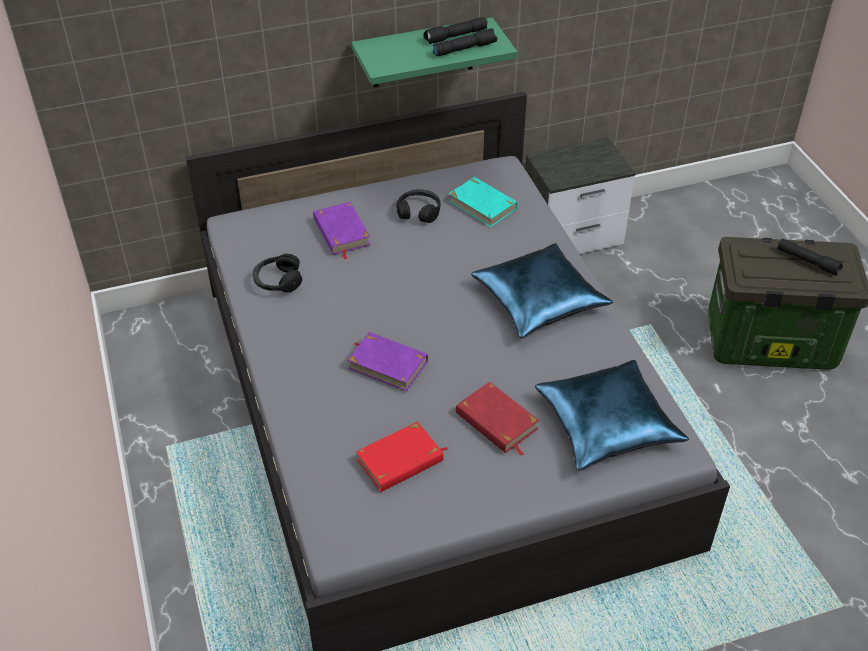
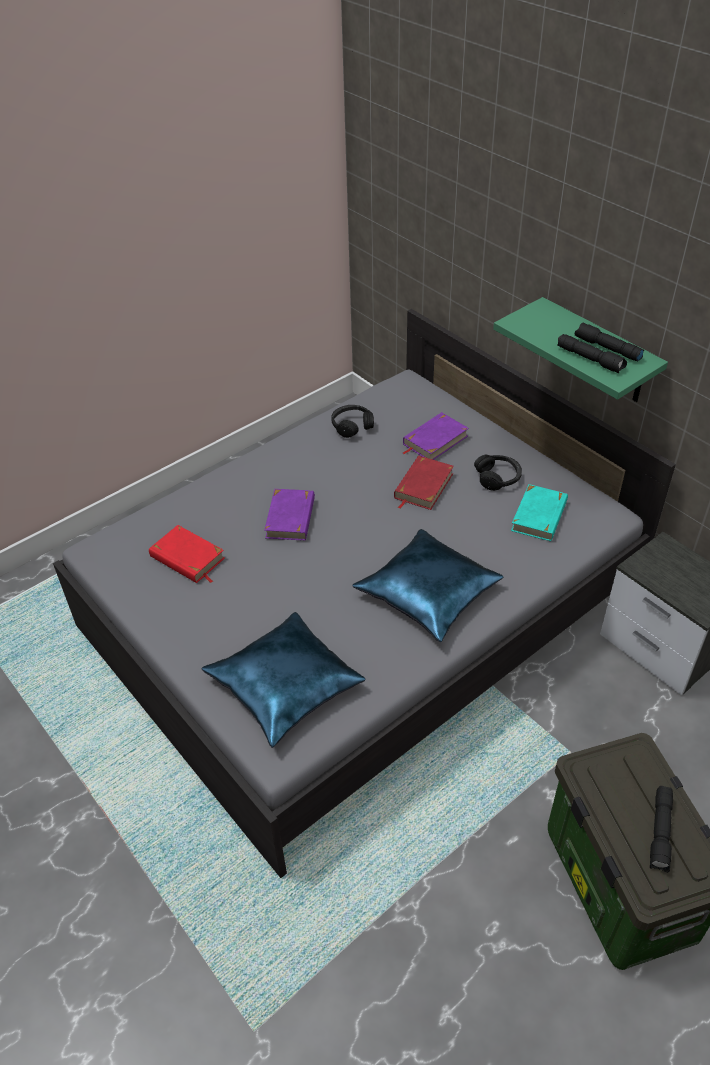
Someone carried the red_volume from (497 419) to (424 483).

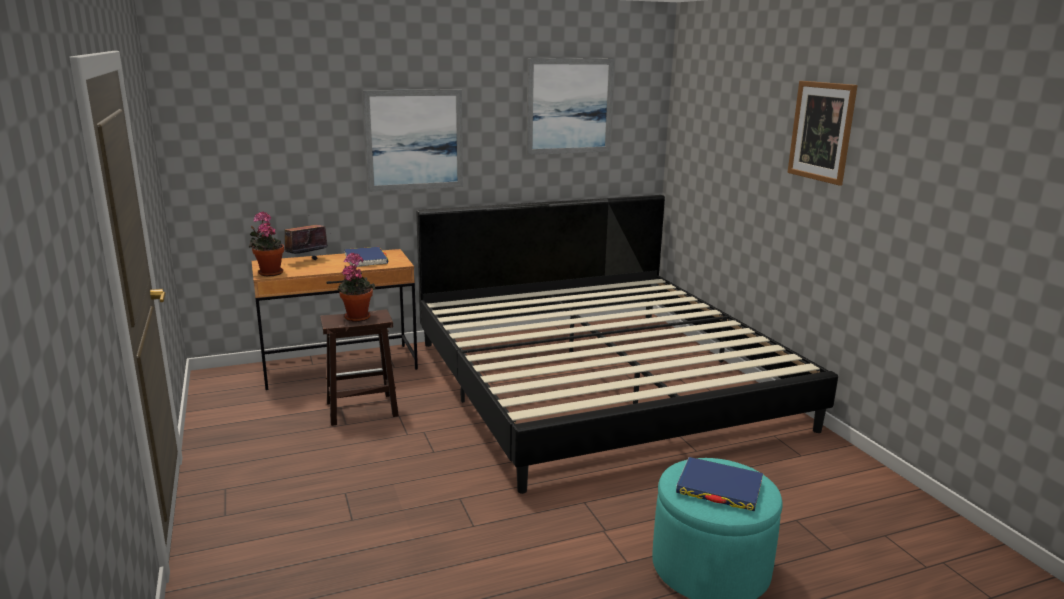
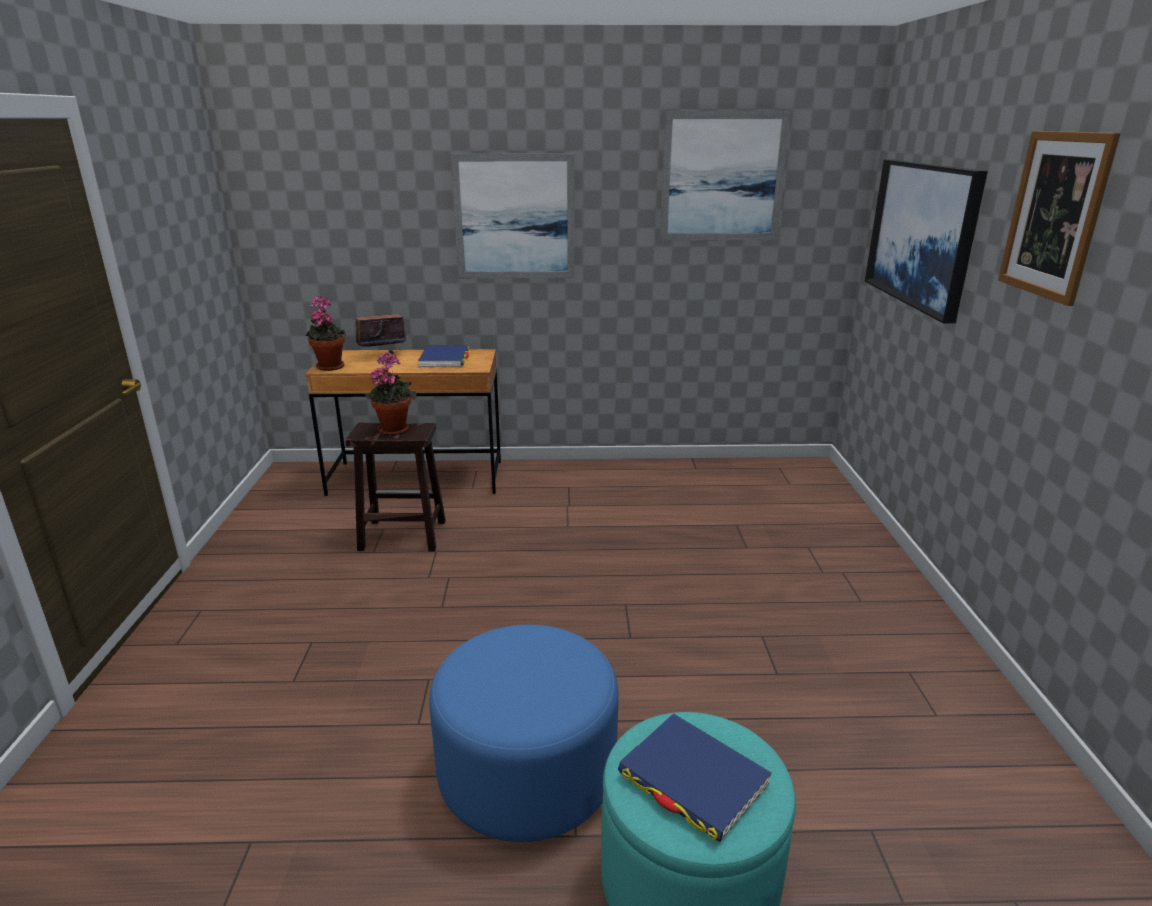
Someone took away the bed at (627 344).
Someone put up the wall_picture at (926 241).
Someone put down the bluish_footrest at (524 733).

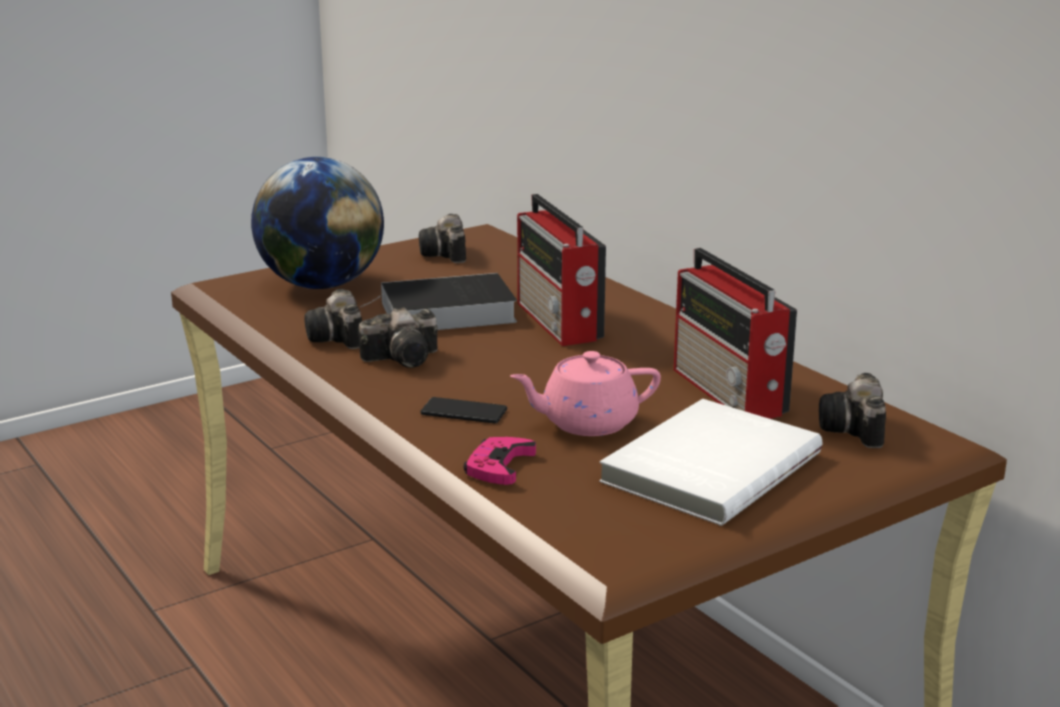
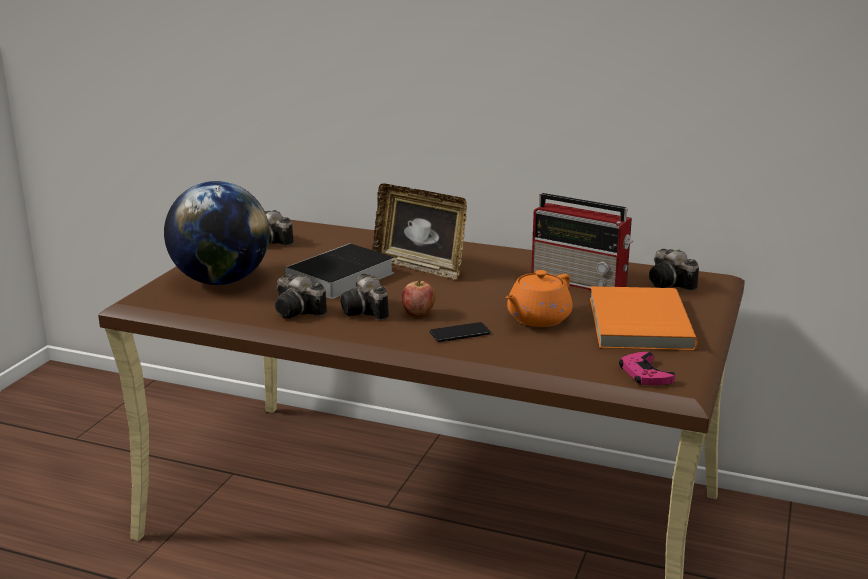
Someone swapped the radio at (561 270) for the standing_frame at (419 231).
Someone rotated the photo_camera at (398 338) by 120 degrees clockwise.
Someone repainted the pinkish_teapot at (585 393), which became the orange-coloured_teapot at (539 298).
Someone repainted the white-coloured_volume at (710 462), which became the orange-coloured_volume at (644 318).
Someone carried the pinkish_joypad from (500 461) to (647 368).
Someone put down the apple at (419 298).

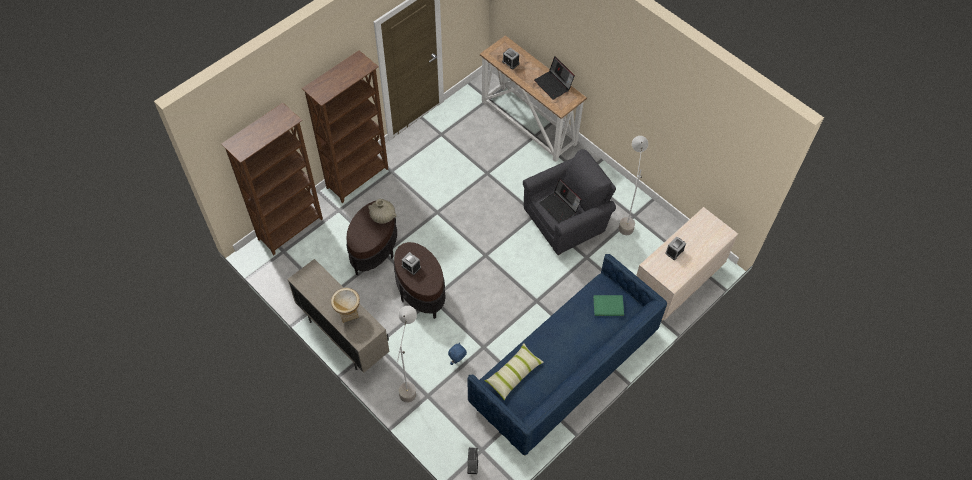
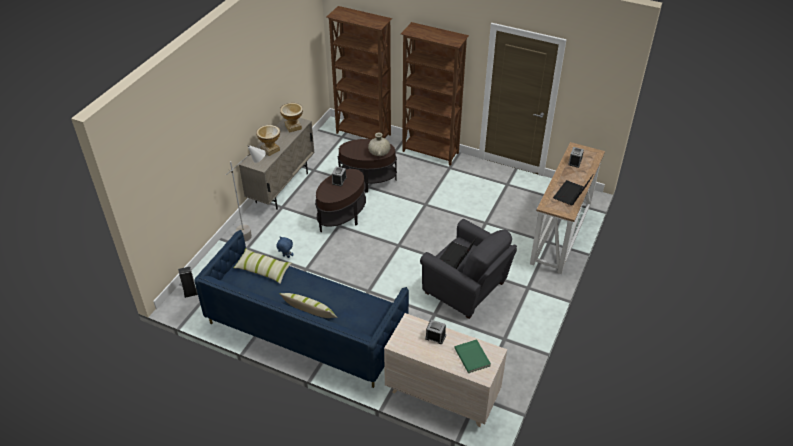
Someone took away the grey_standing_lamp at (633 185).
Someone carried the greenish_volume from (608 305) to (472 356).
Someone put down the decorative_vase at (291 118).
Someone put down the pillow at (308 305).

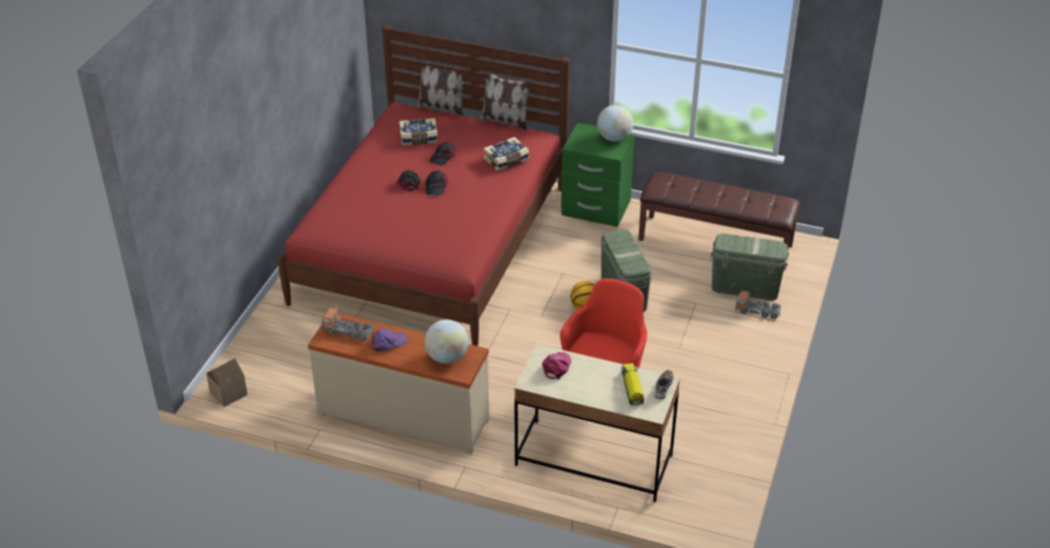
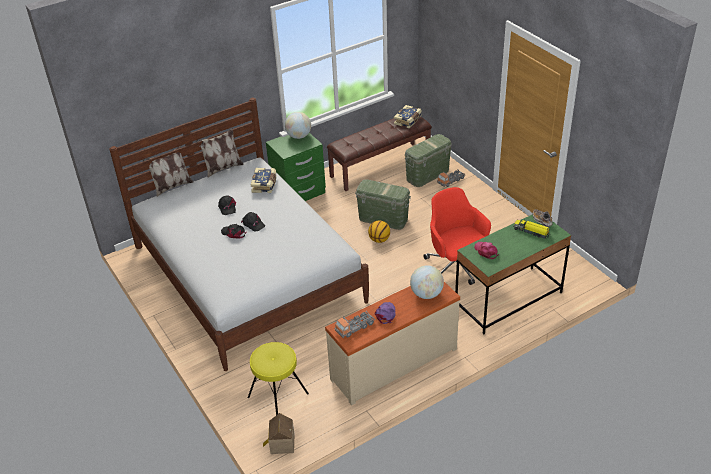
Someone repainted the red_bed at (423 185), which became the white-coloured_bed at (239 234).
Someone carried the volume from (418 131) to (408 116).
Someone repainted the beige-coloured_desk_table at (597 423), which became the greenish_desk_table at (513 275).
Someone put down the yellow_stool at (278 378).

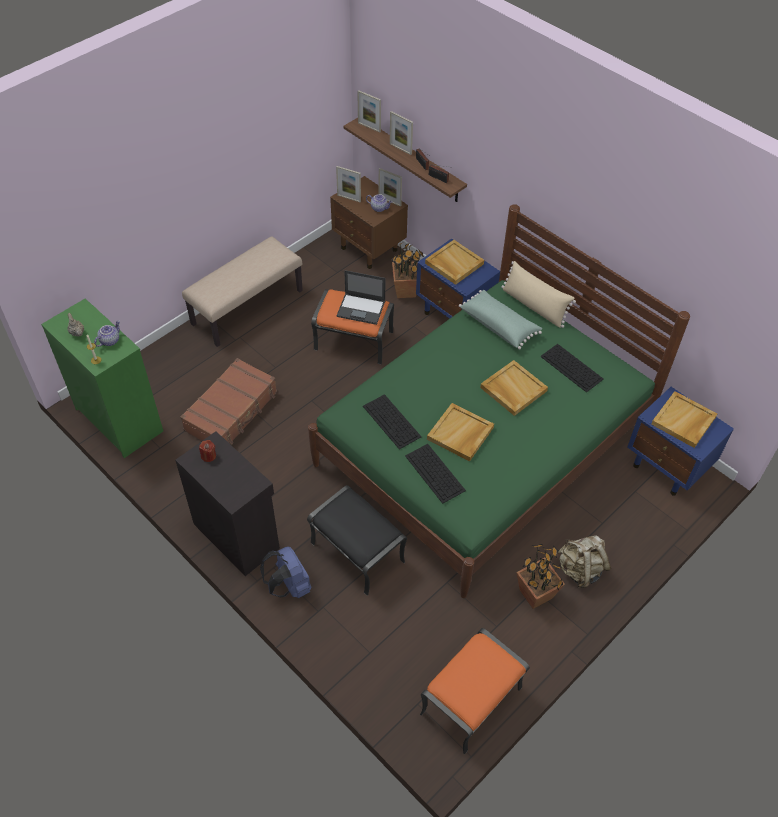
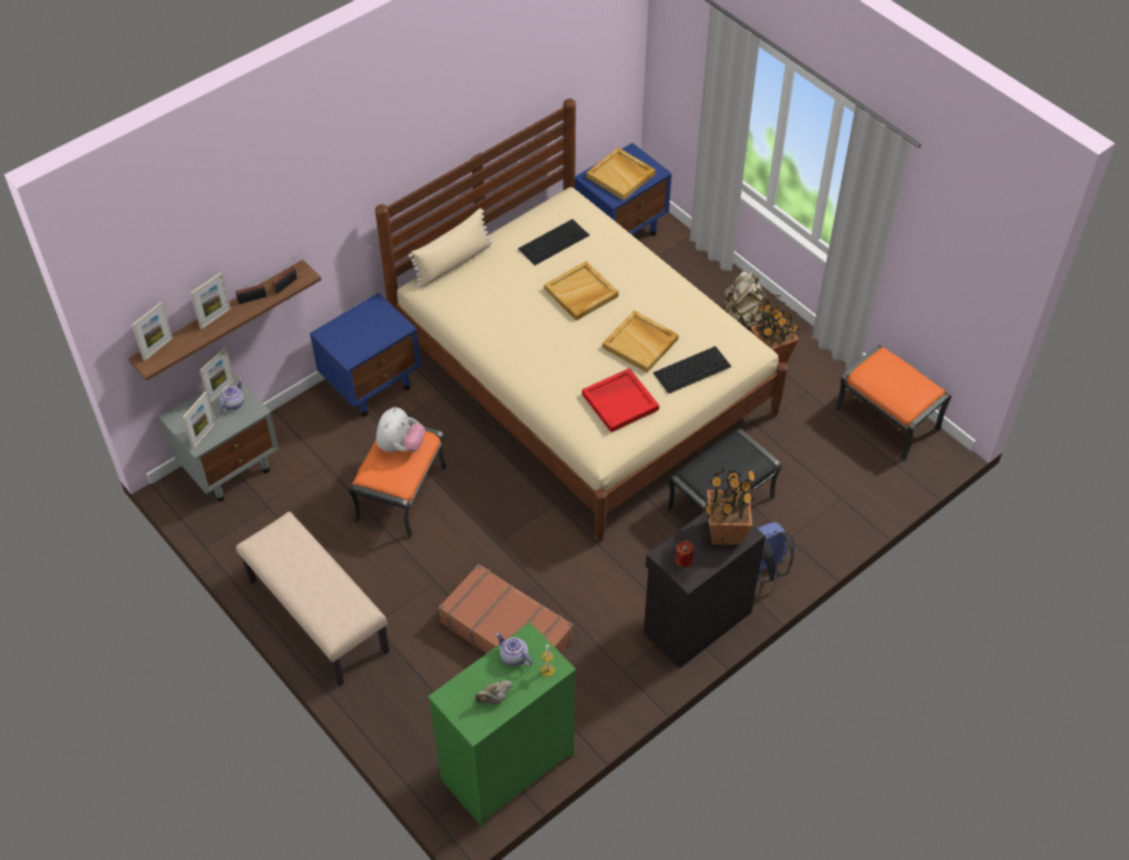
Someone repainted the brownish_night_table at (369 222), which became the grey_night_table at (219 437).
Someone repainted the greenish_bed at (499 401), which became the beige-coloured_bed at (581 320).
Someone took away the beige-coloured_serving_tray at (454 262).
Someone carried the potted_plant from (407 270) to (730 506).
Someone swapped the notebook_computer at (360 297) for the plush_toy at (400 429).
Someone took away the greenish_pillow at (500 320).
Someone swapped the computer_keyboard at (392 421) for the red_serving_tray at (620 400).

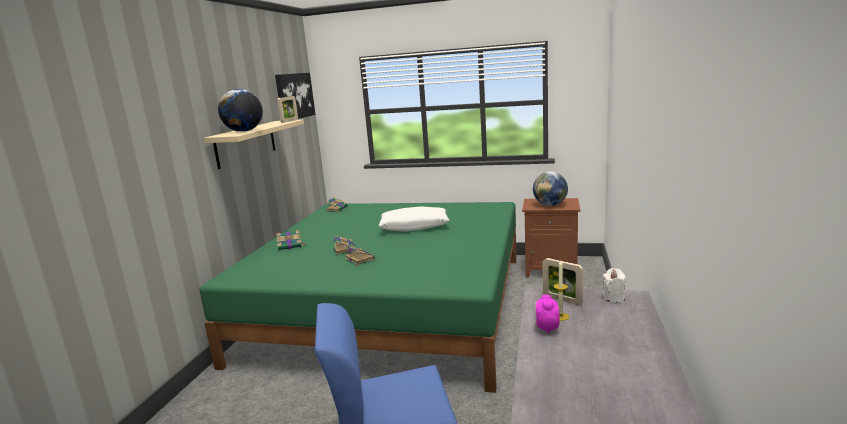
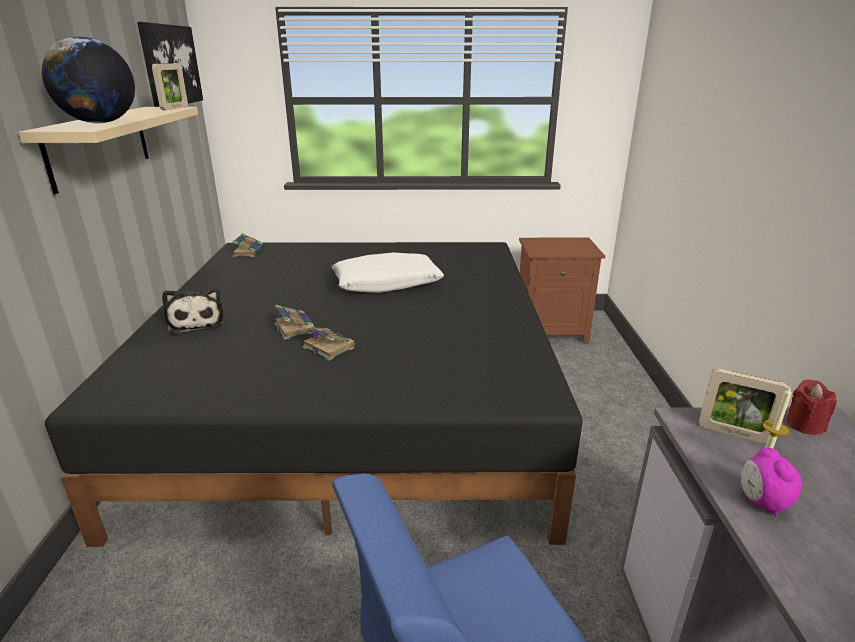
Someone took away the globe at (550 189).
Someone repainted the greenish_bed at (358 297), which became the black-coloured_bed at (313 394).
Someone swapped the volume at (290 240) for the plush_toy at (193 311).
Someone repainted the white-coloured_wax_light at (614 285), which became the red_wax_light at (811 407).

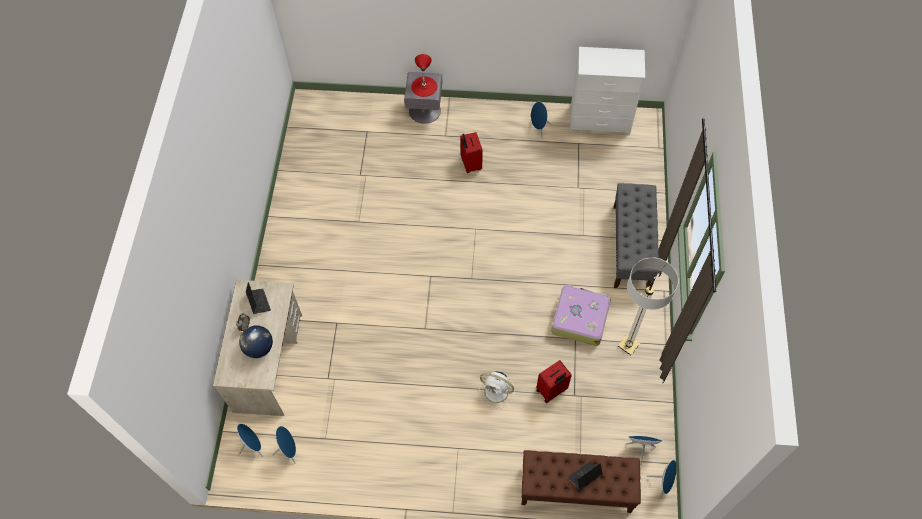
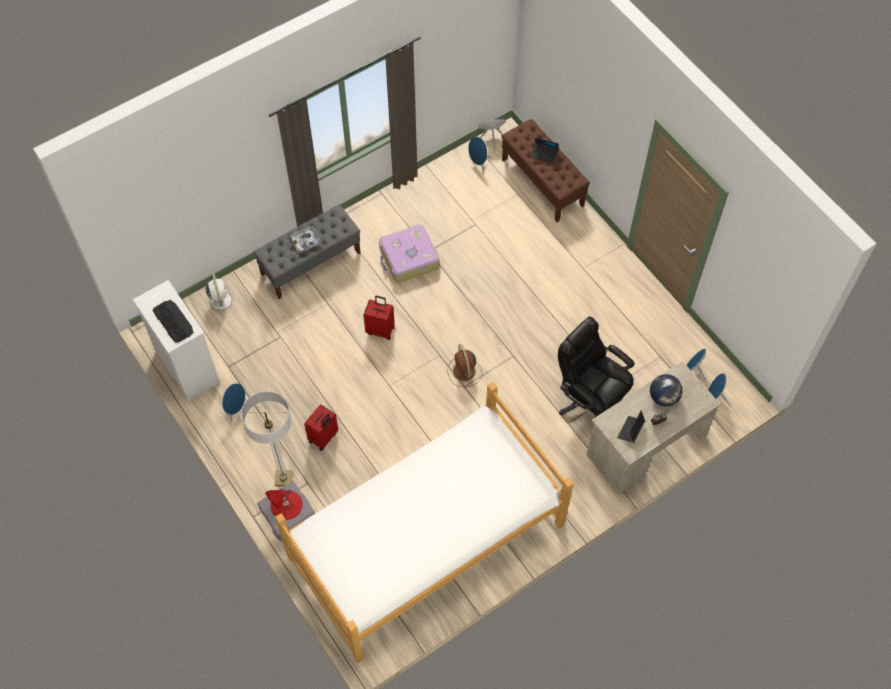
Someone carried the standing_lamp from (648 306) to (267 438).
Someone carried the red_travel_case from (554 381) to (379 318).
Someone carried the white-coloured_fan from (497 390) to (220 295).
Someone put down the serving_tray at (306 239).
Someone put down the computer_keyboard at (173 321).
Someone put down the black-coloured_computer_chair at (596 366).
Someone put down the brownish_fan at (465 365).
Someone put down the bed at (424 522).

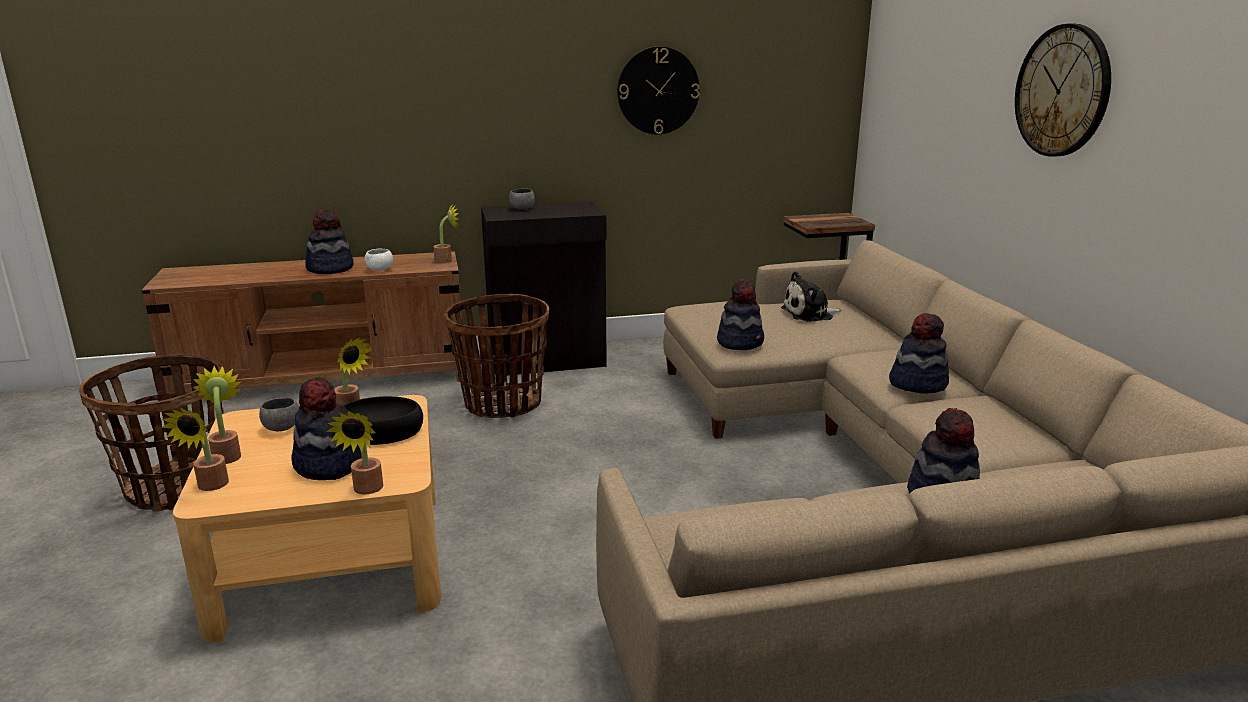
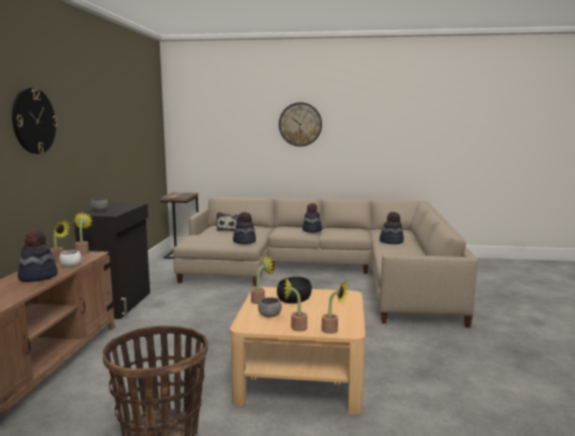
Someone carried the clock_on_the_wall from (658 90) to (35 121).
Someone took away the basket at (496 356).
Someone took away the wearable_hat at (326 428).
Someone carried the potted_plant from (354 452) to (60 241).

